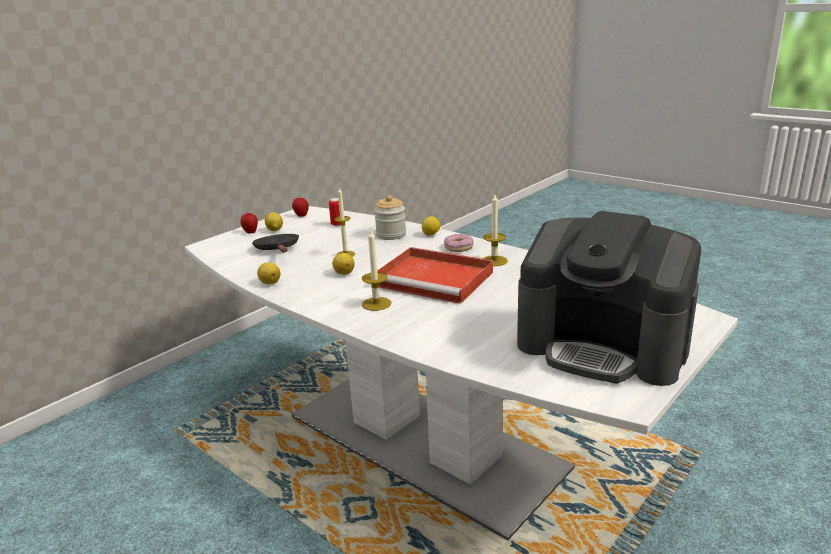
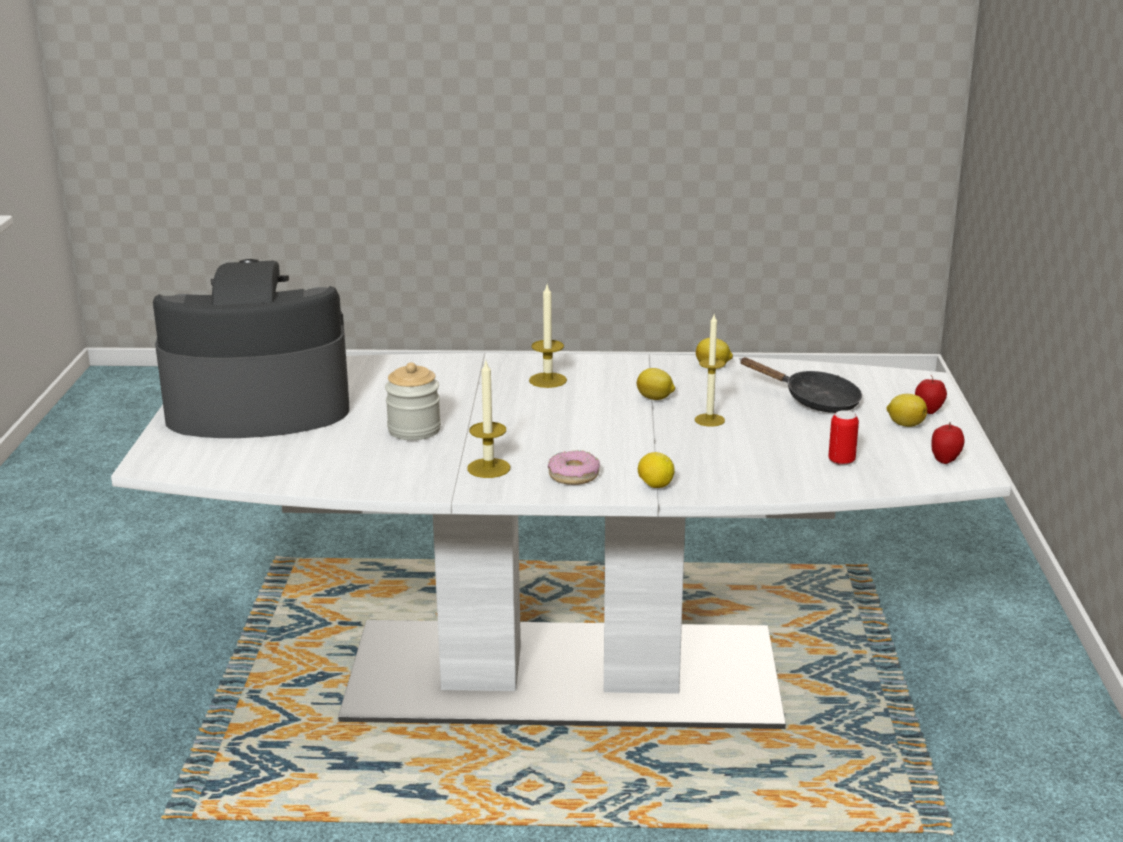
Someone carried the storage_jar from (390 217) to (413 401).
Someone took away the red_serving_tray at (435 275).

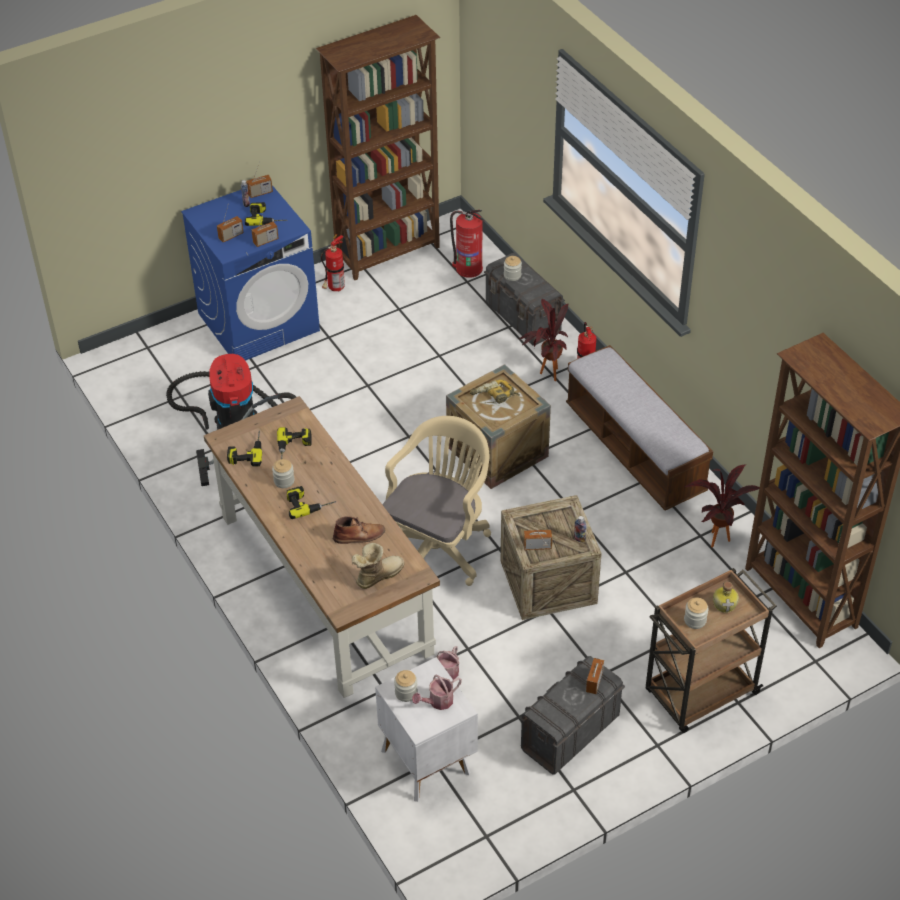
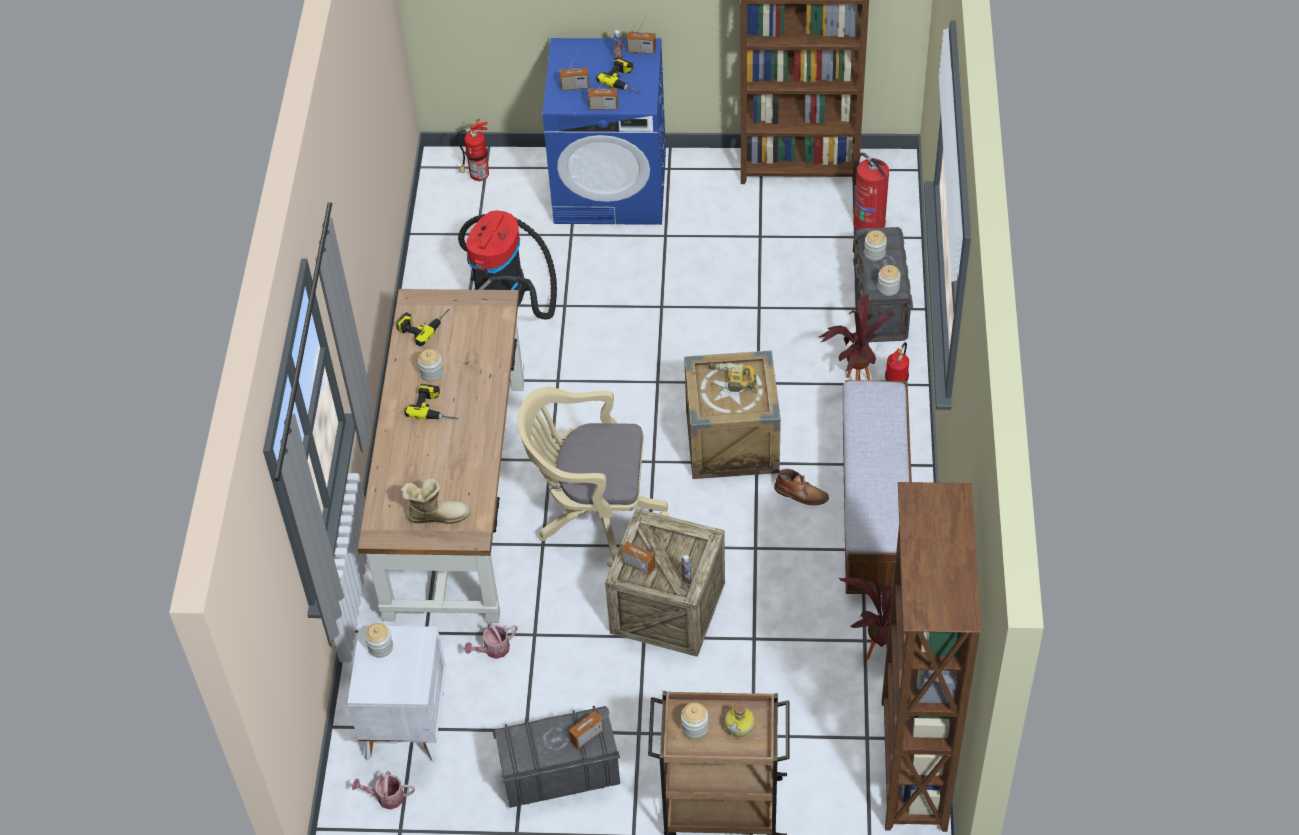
Someone carried the extinguisher from (333 262) to (472 150).
Someone rotated the beige-coloured_computer_chair at (436 501) by 150 degrees counterclockwise.
Someone took away the drill at (294 443).
Someone carried the brownish_tall_boot from (359 530) to (801 487).
Someone carried the sprinkling_can from (437 692) to (383 790).
Someone put down the storage_jar at (889 280).

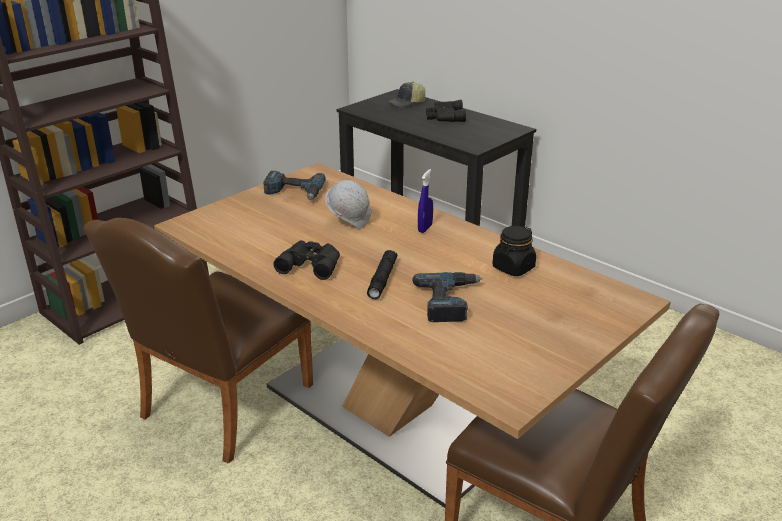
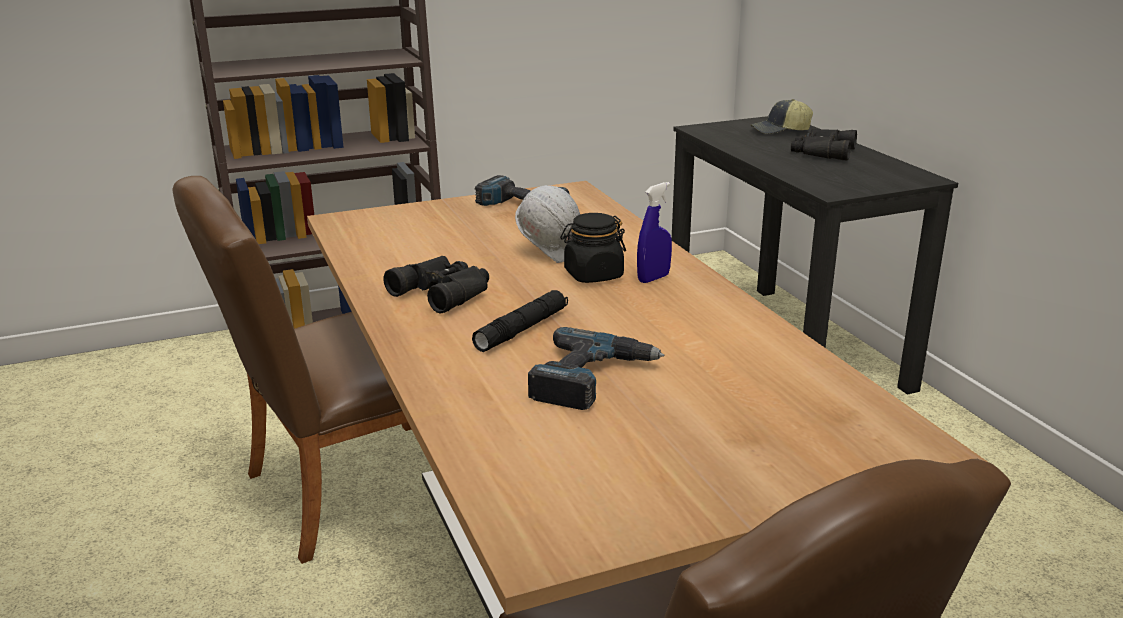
Someone carried the black-coloured_storage_jar from (514 251) to (593 248).

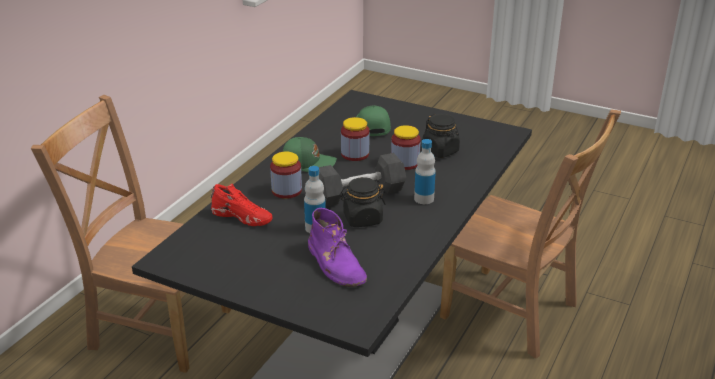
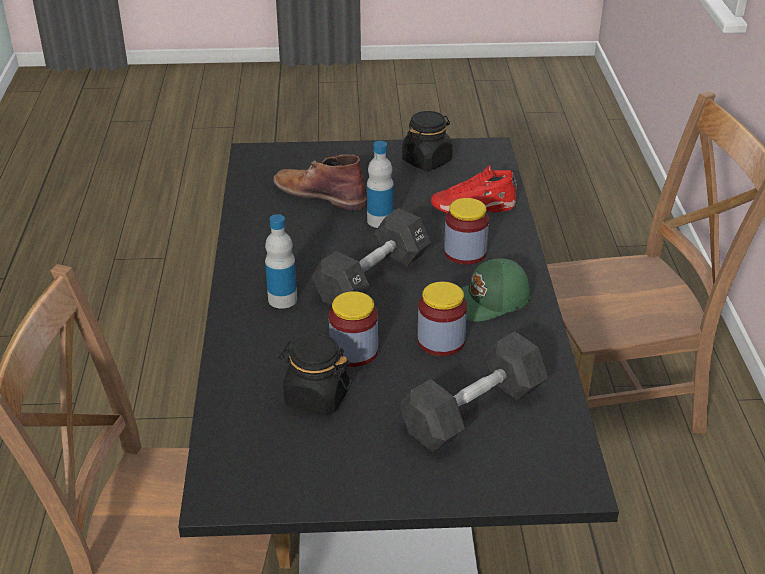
Someone swapped the greenish_baseball_cap at (373 120) for the black-coloured_hand_weight at (474 392).
Someone carried the black-coloured_storage_jar from (363 202) to (427 141).
Someone repainted the purplish_tall_boot at (337 247), which became the brownish_tall_boot at (320 182).

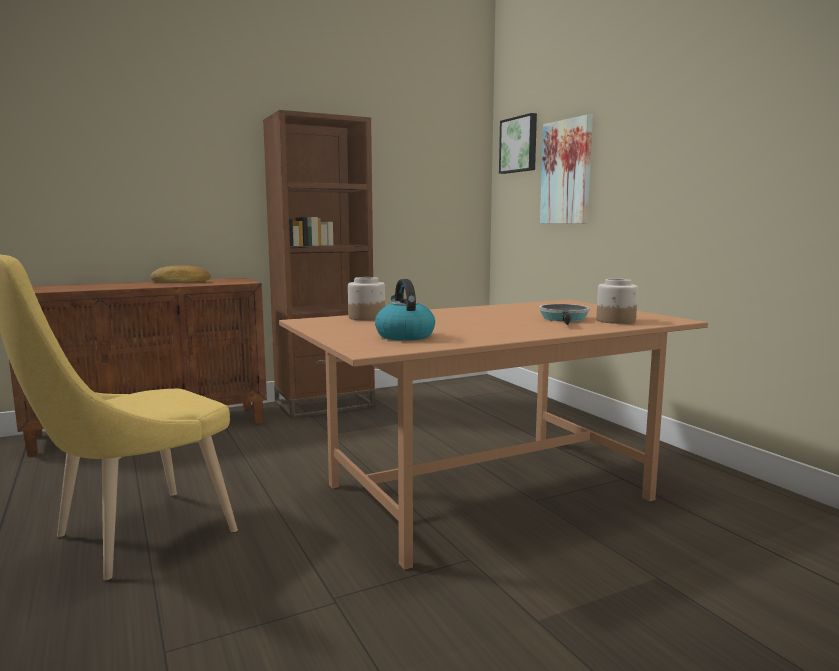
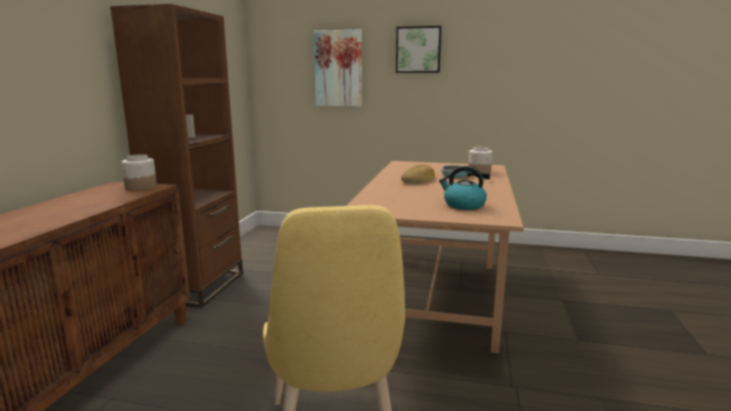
Someone carried the wall_picture from (518 143) to (419 49).
Someone carried the bread from (180 274) to (418 174).
Someone carried the storage_jar from (366 299) to (139 172).

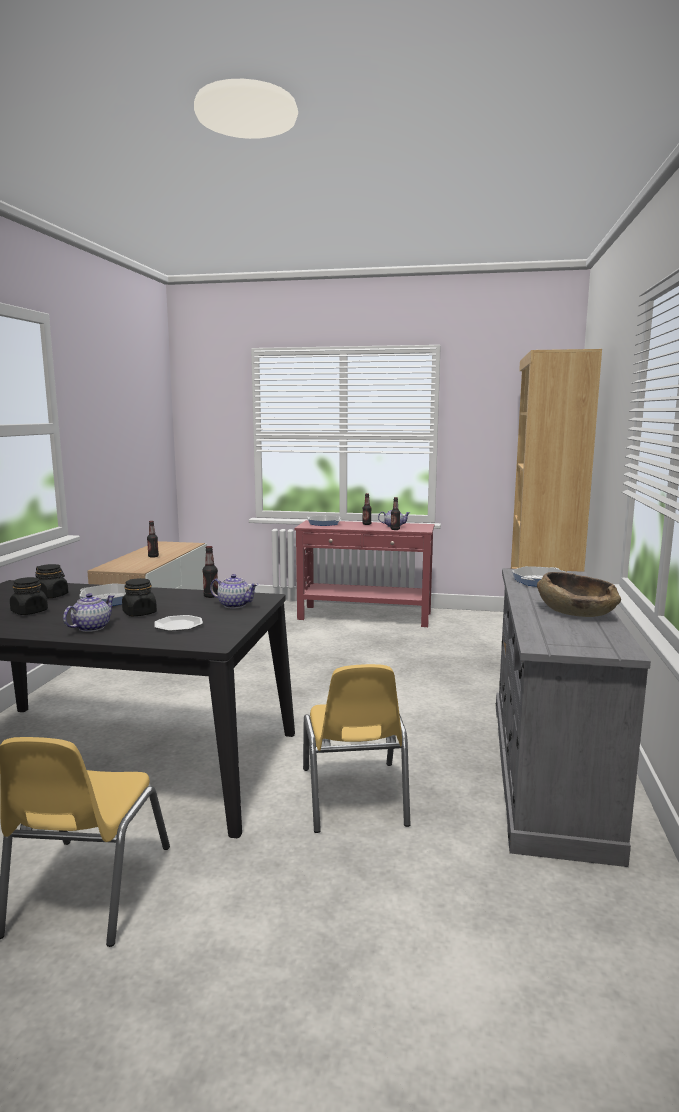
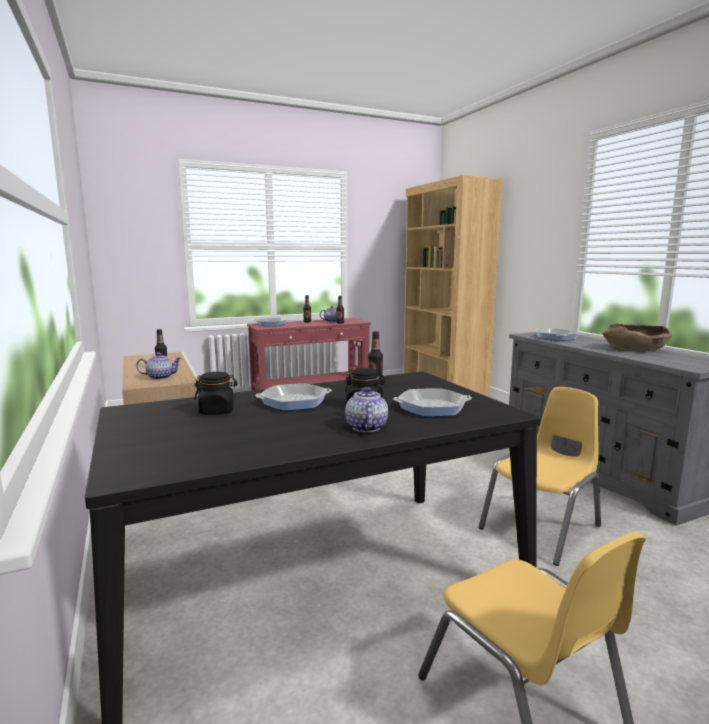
Someone carried the teapot from (234 591) to (158 366).
Someone took away the black-coloured_storage_jar at (29 596).
Someone swapped the plate at (178 623) for the skillet at (432 402).
Someone rotated the yellow_upright_chair at (357 748) by 90 degrees counterclockwise.

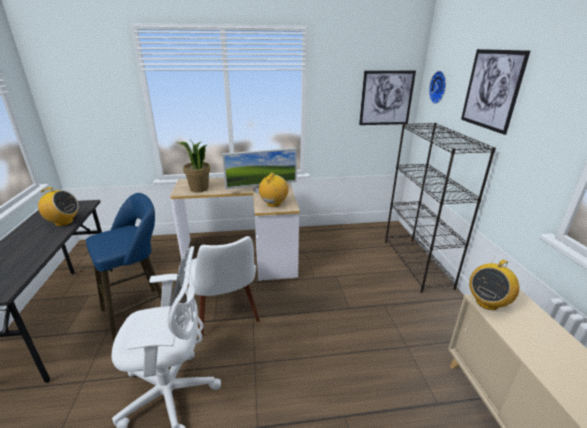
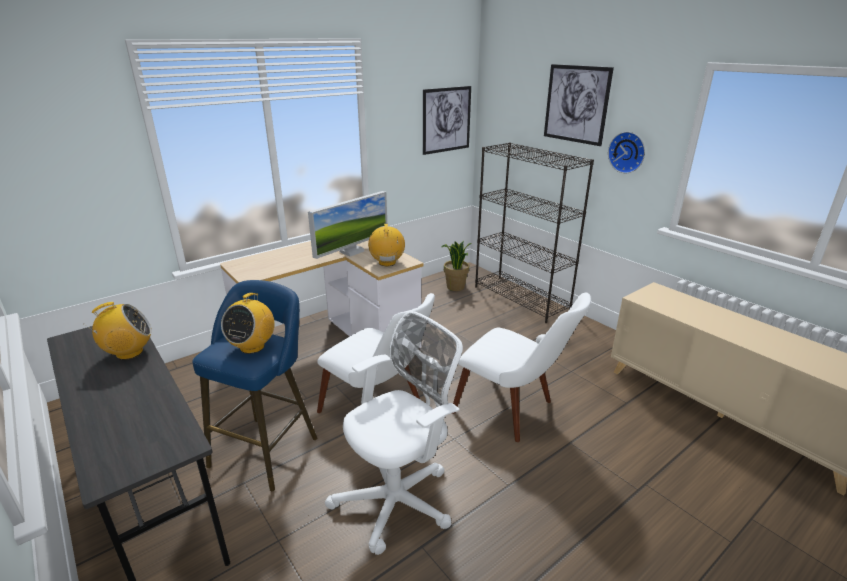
Someone carried the clock_on_the_wall from (437 87) to (626 152).
Someone carried the potted_plant from (193 166) to (456 266).
Someone carried the radio from (494 283) to (248 323).
Someone put down the white-coloured_upright_chair at (521 367).

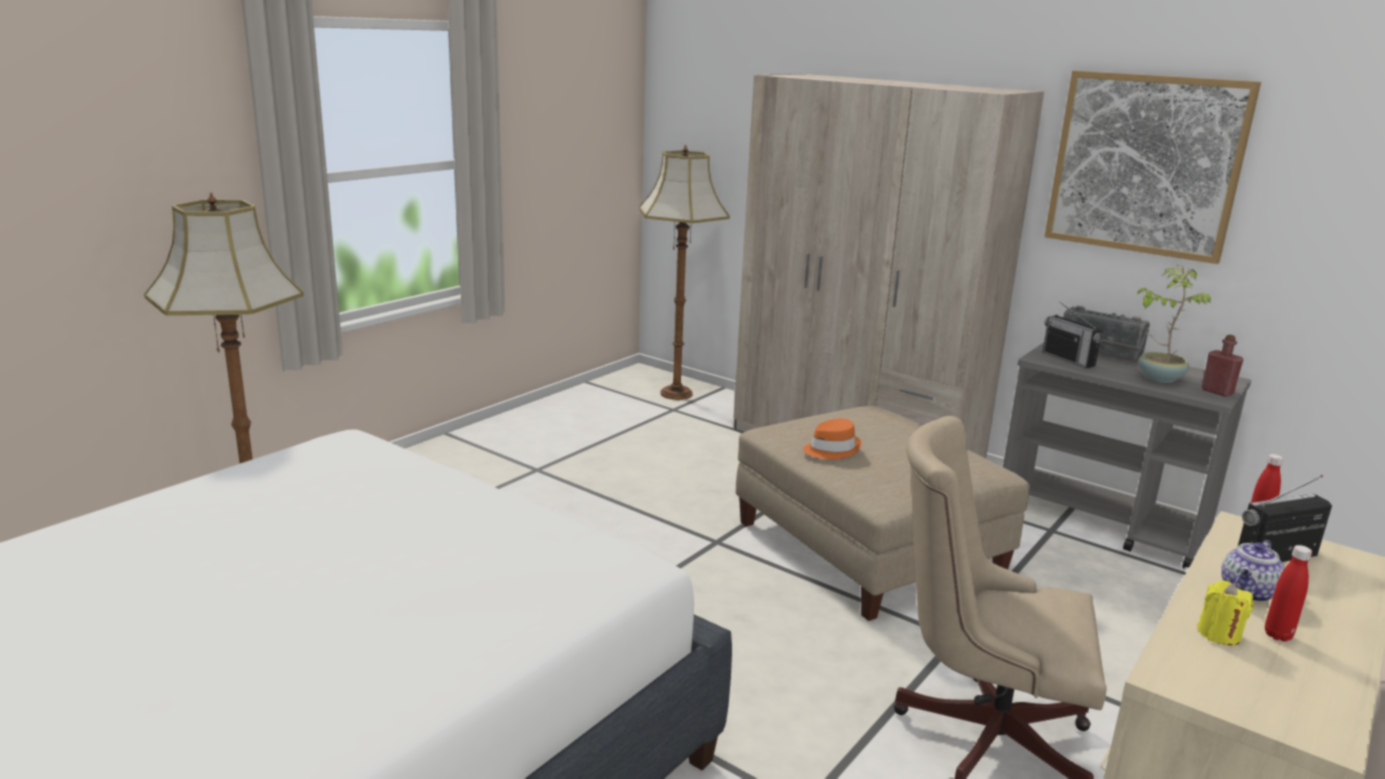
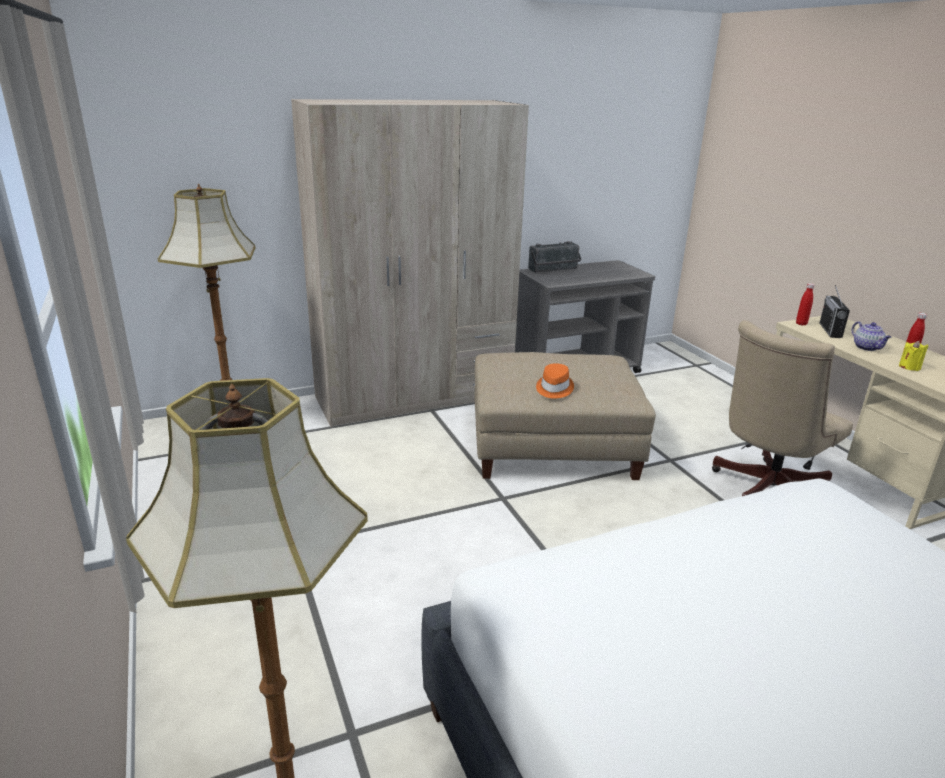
Someone took away the wall_picture at (1152 167).
Someone took away the potted_plant at (1174 324).
Someone took away the radio at (1072 334).
Someone took away the red_drink_bottle at (1223 366).

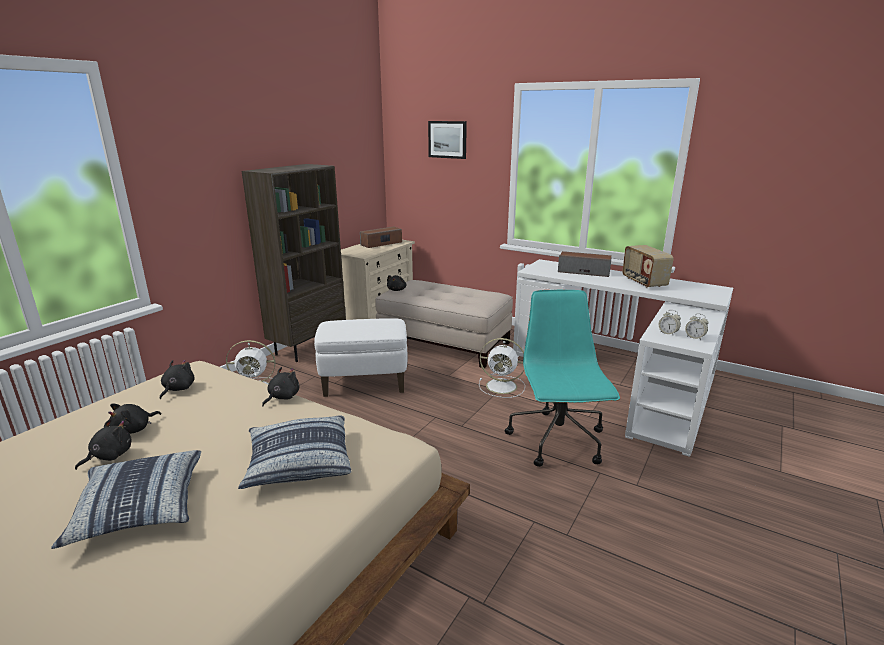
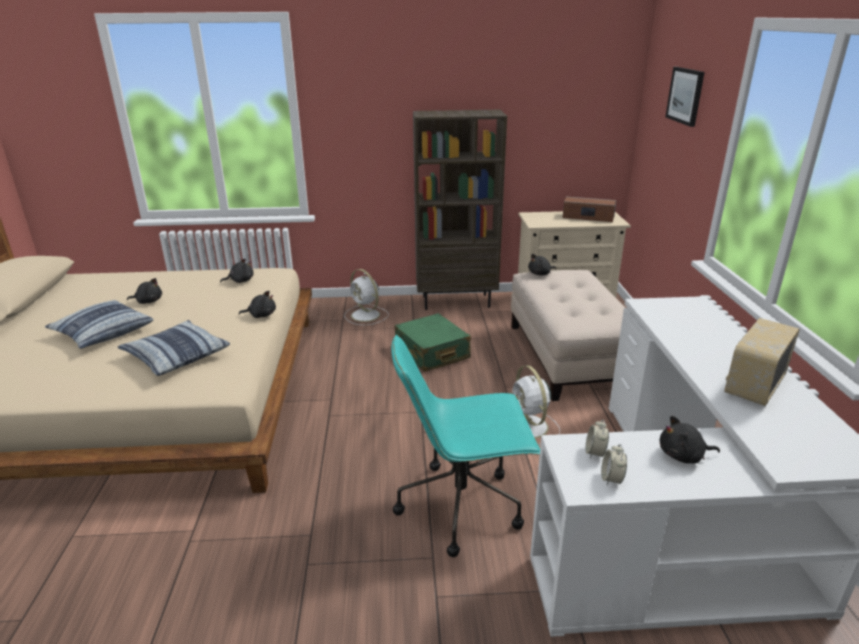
Someone took away the audio_speaker at (585 264).
Someone rotated the turquoise-coloured_computer_chair at (562 378) by 150 degrees counterclockwise.
Someone swapped the white-coloured_footrest at (360 357) for the greenish_travel_case at (433 342).
Someone carried the black-coloured_plush_toy from (134 419) to (690 439).

